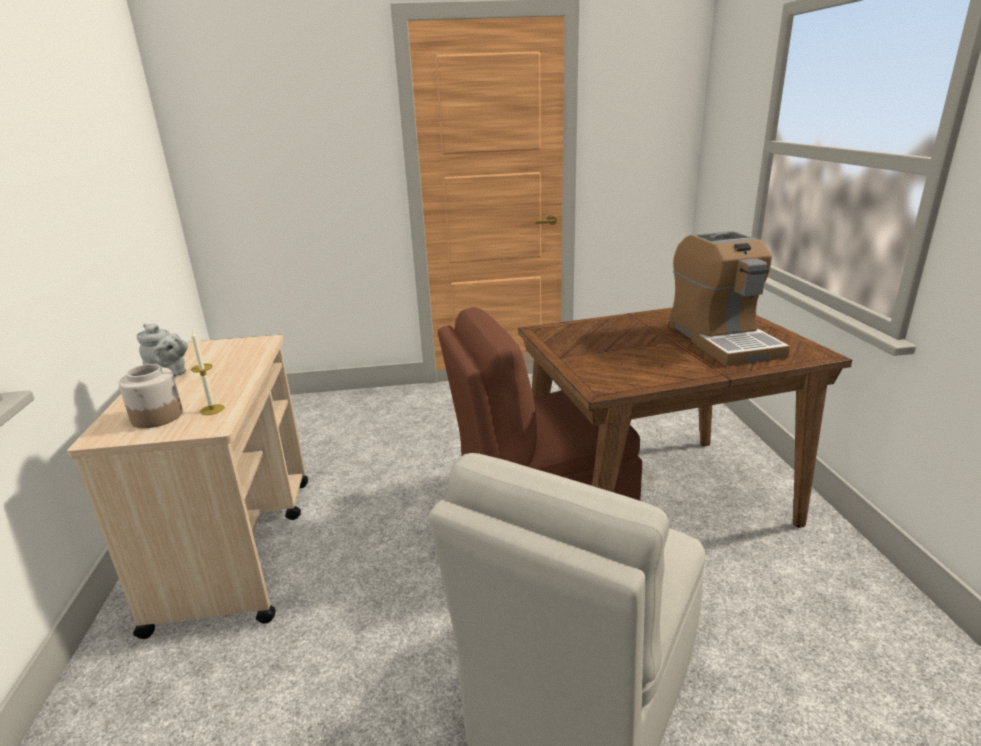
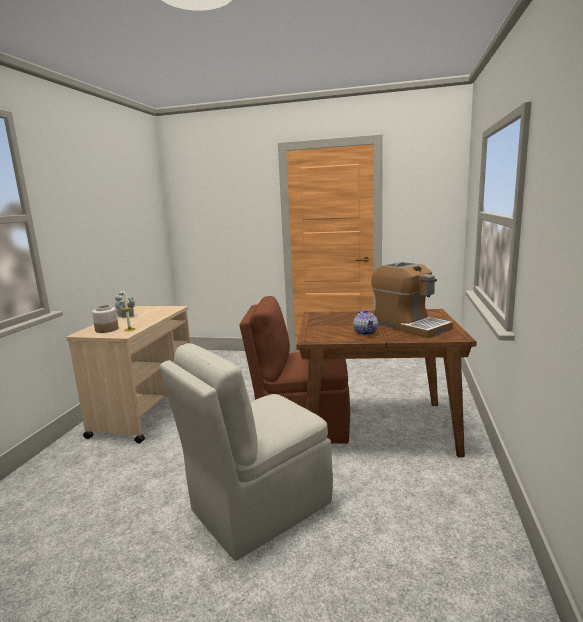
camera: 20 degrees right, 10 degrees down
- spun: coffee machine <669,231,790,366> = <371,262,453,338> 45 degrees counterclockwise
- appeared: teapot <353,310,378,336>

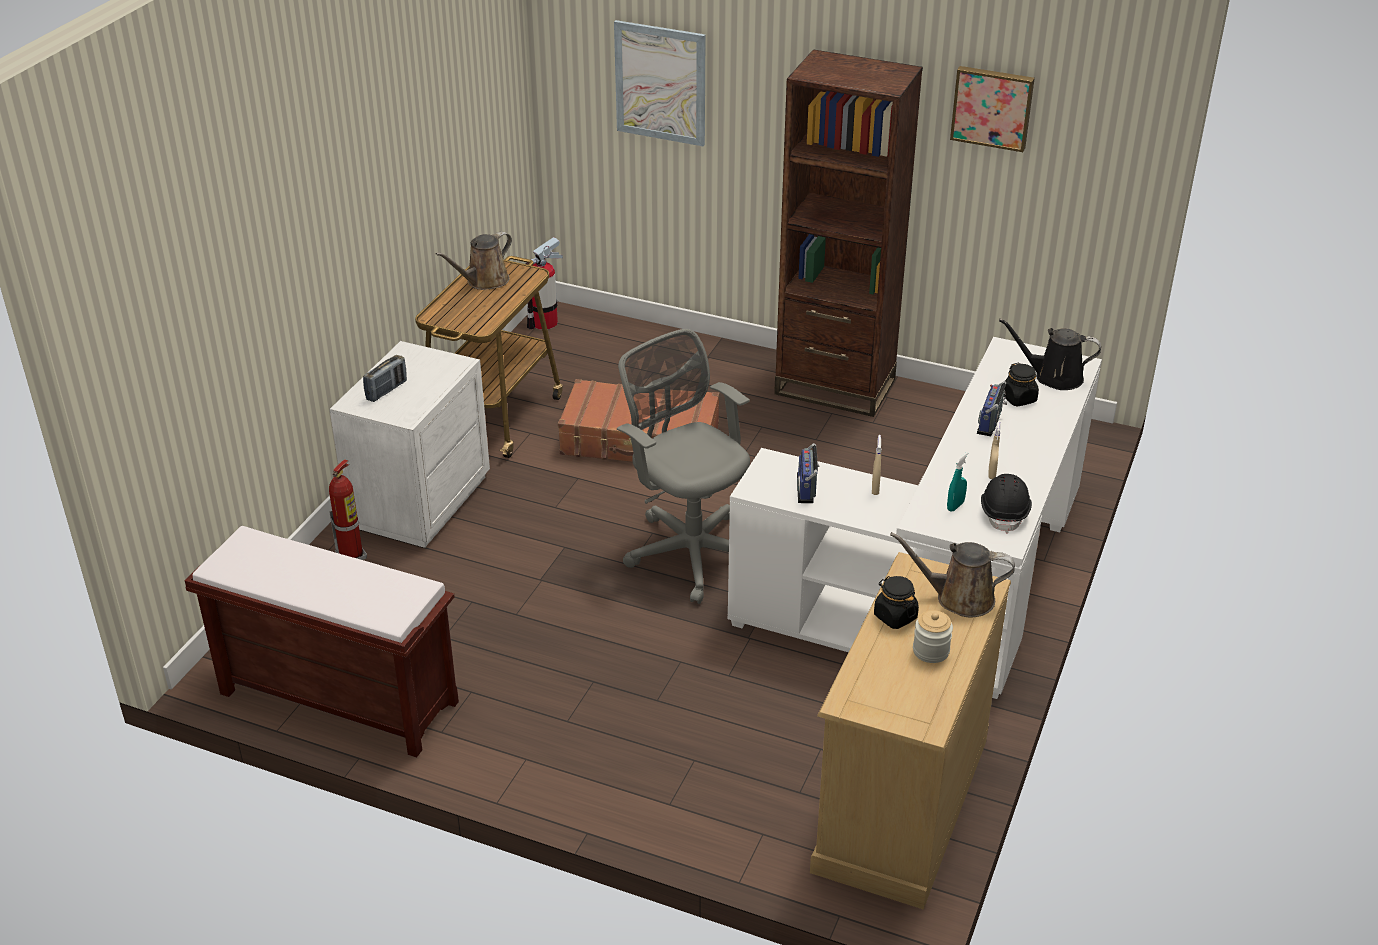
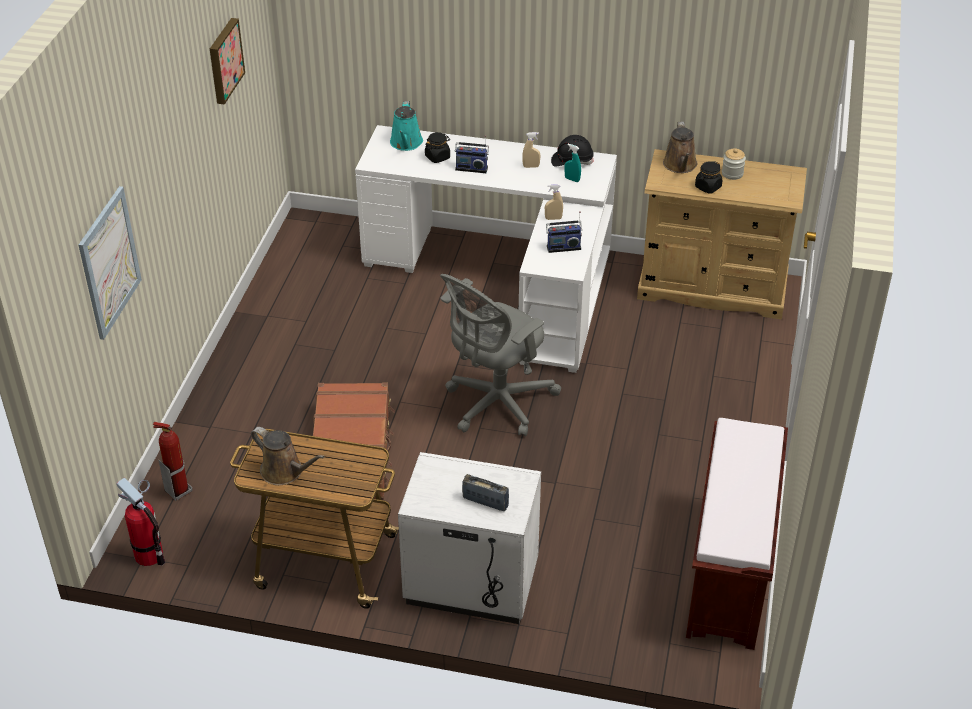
camera: 100 degrees left, 5 degrees up
- missing: bookcase/brown <774,49,923,417>
- colour: watering can/black <999,319,1101,390> to watering can/turquoise <390,101,423,151>
- relocated: fire extinguisher <329,459,367,560> to <153,422,192,501>

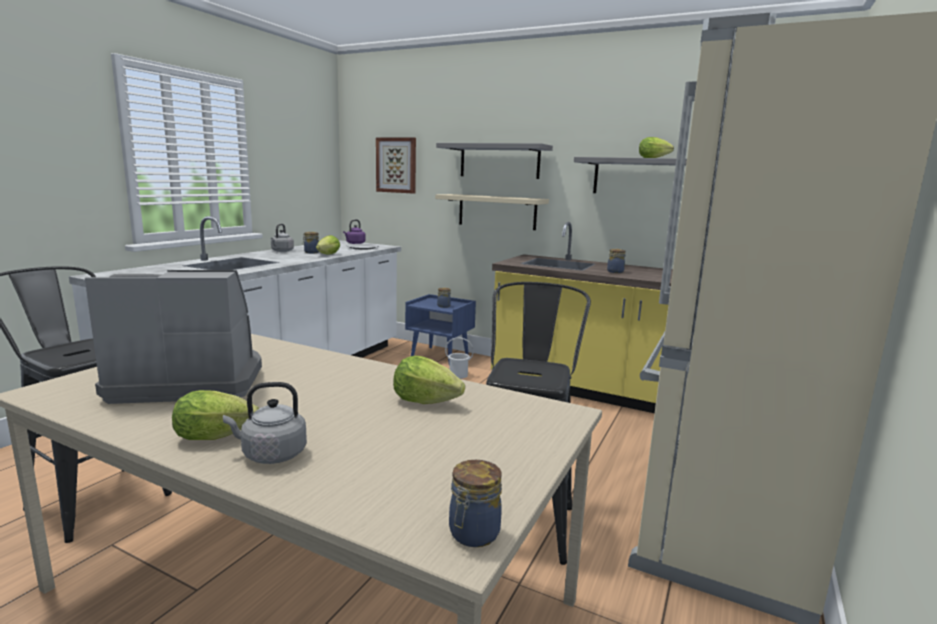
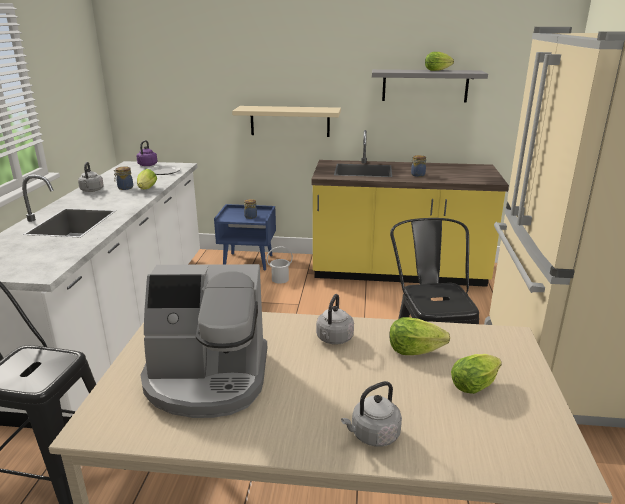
camera: 20 degrees left, 10 degrees up
- missing: picture <376,137,416,194>
- missing: shelf/grey <436,143,553,179>
- spun: coffee machine <85,270,262,404> = <141,264,267,418> 150 degrees counterclockwise
- relocated: lettuce <172,390,259,440> to <451,354,502,394>
- missing: jar <449,460,502,547>
- appeared: kettle/grey <316,294,354,345>

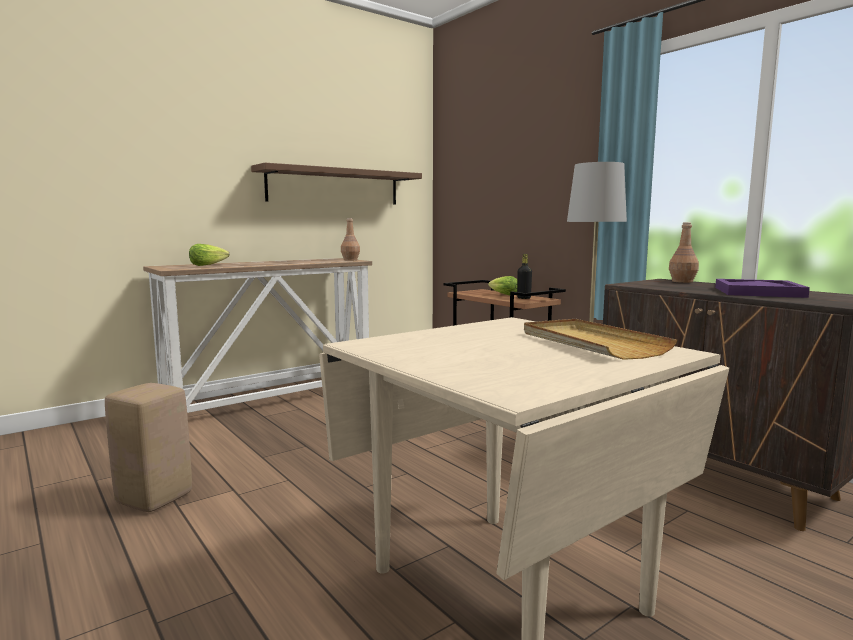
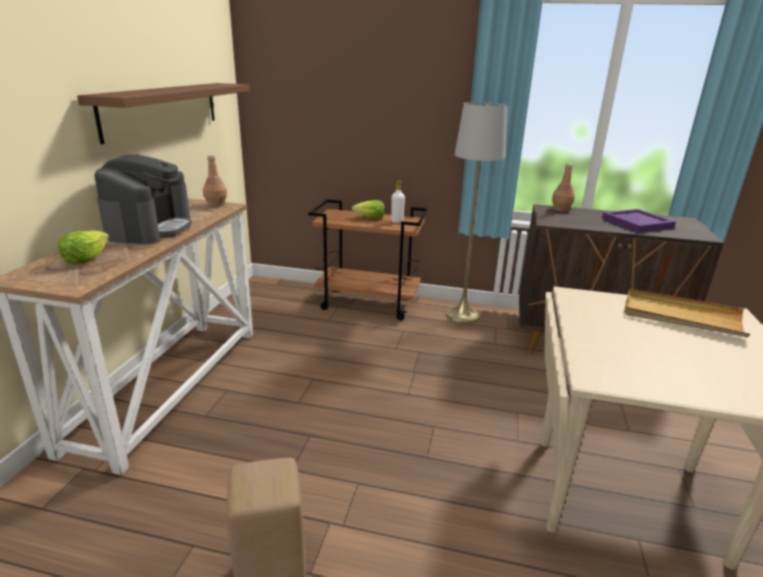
camera: 40 degrees left, 15 degrees up
- colour: bottle/black <517,254,532,299> to bottle/white <391,181,405,223>
- appeared: coffee machine <94,155,192,244>

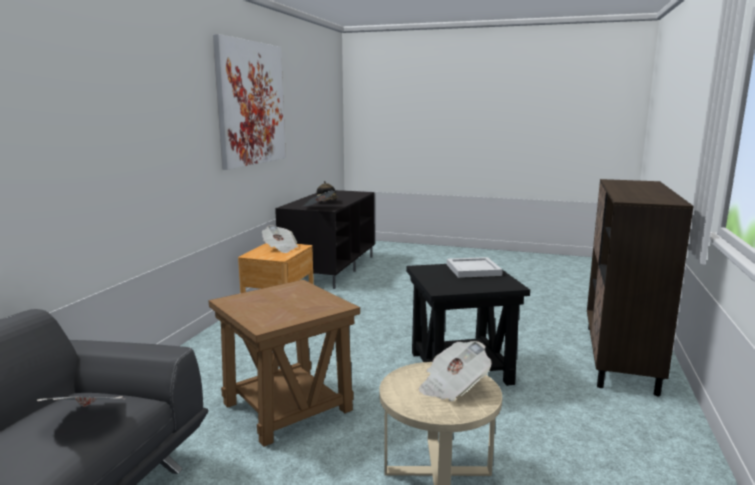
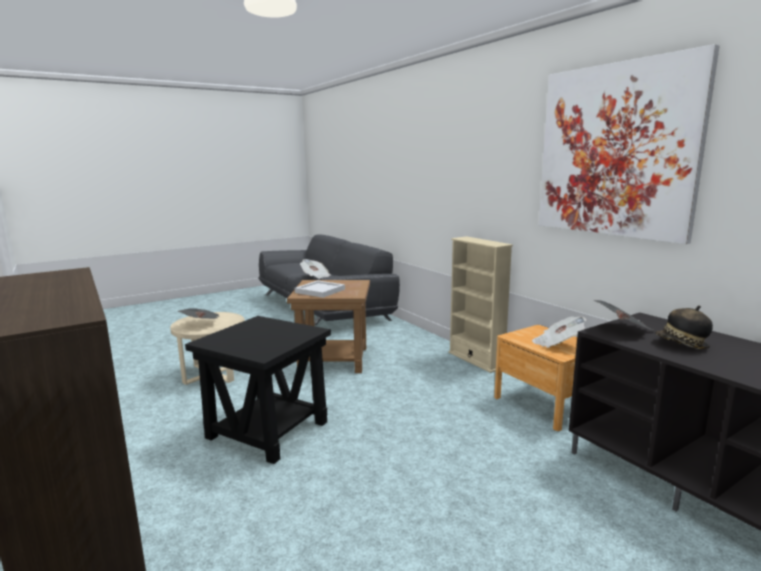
camera: 130 degrees right, 0 degrees up
- relocated: tray/white <447,257,503,278> to <295,280,345,298>
- appeared: bookcase/beige <448,236,513,373>

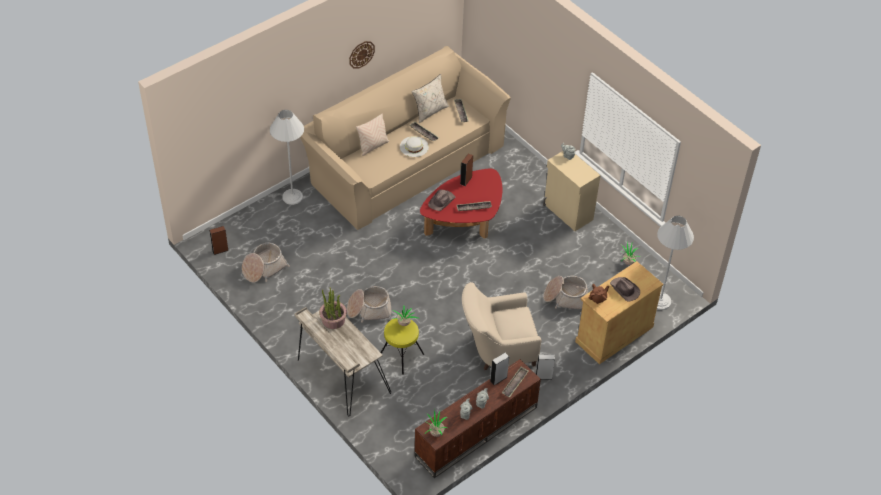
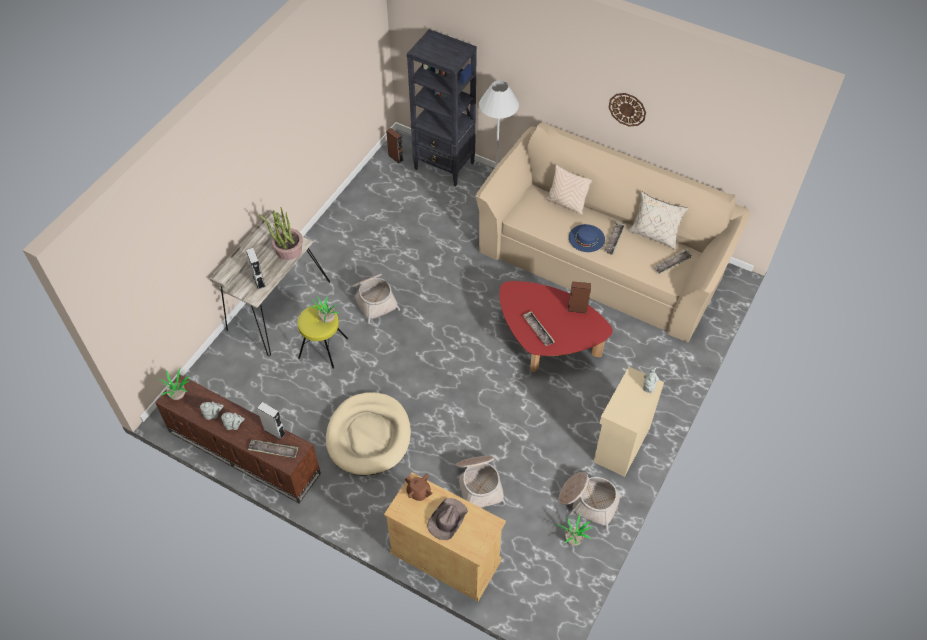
camera: 70 degrees right, 5 degrees up
- colour: hat/white <400,136,429,157> to hat/blue <569,224,605,252>
- missing: hat/brown <428,189,455,211>
- missing: floor lamp/white <657,216,694,310>
- relocated: basket <242,243,290,283> to <559,472,622,530>
- exchanged: armchair/beige <462,282,541,370> to dog bed/beige <326,392,411,476>
- relocated: speaker/grey <536,354,555,380> to <246,248,266,289>
- appeared: bookcase/black <407,29,477,186>

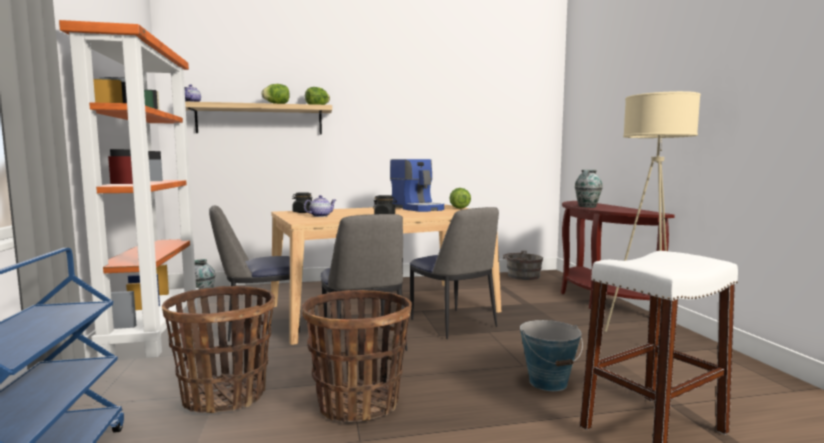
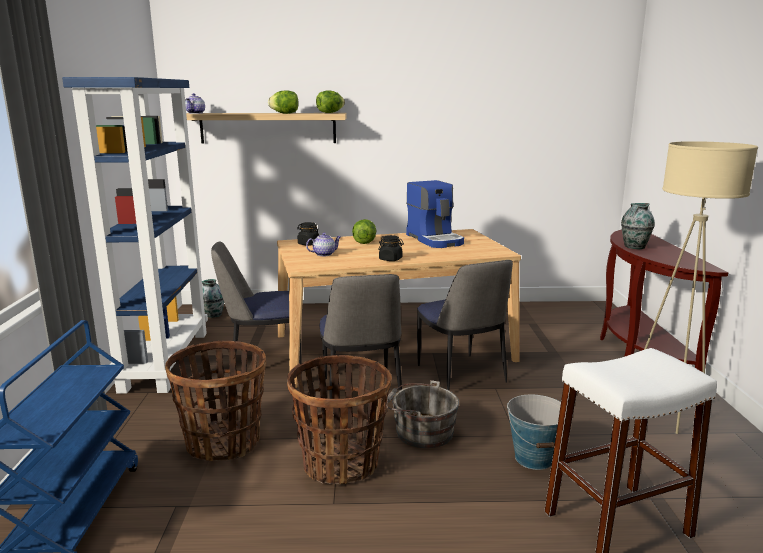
camera: 10 degrees right, 10 degrees up
- colour: bookcase/orange <59,20,199,358> to bookcase/blue <62,77,208,394>
- relocated: lettuce <449,188,471,209> to <352,219,376,244>
- relocated: bucket/grey <503,250,543,280> to <386,380,459,448>

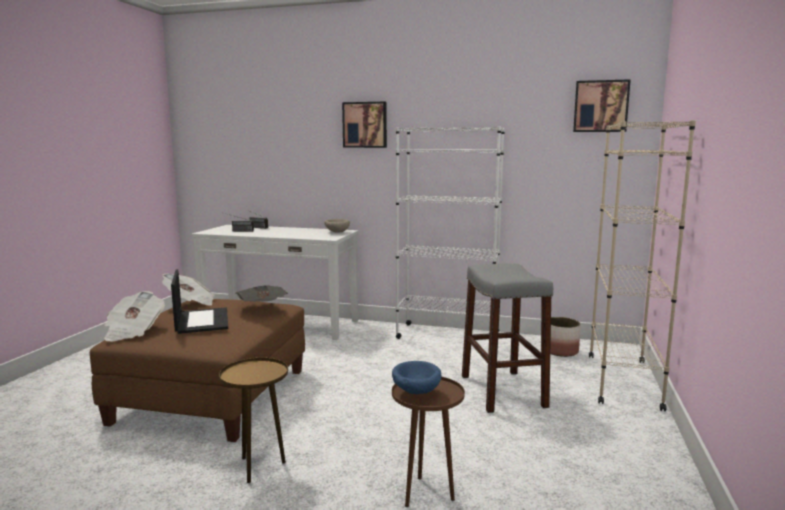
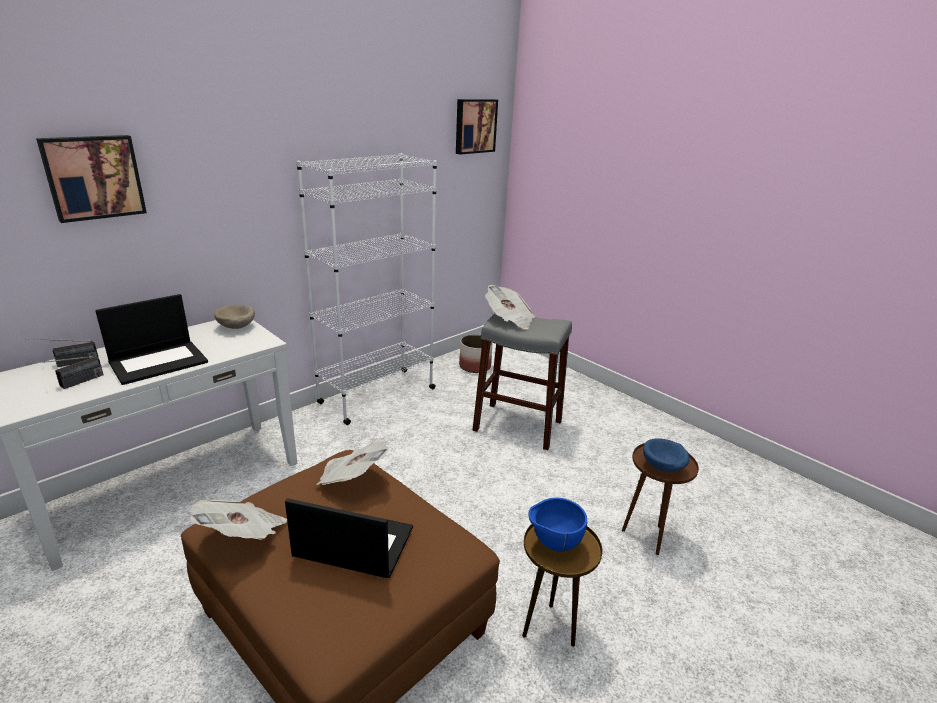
camera: 60 degrees left, 15 degrees up
- relocated: picture <342,102,387,148> to <36,135,147,223>
- missing: bookcase/beige <589,120,696,411>
- relocated: newspaper <104,291,165,341> to <485,285,535,330>
- appeared: laptop <95,294,208,385>
- appeared: bowl/blue <528,498,587,552>

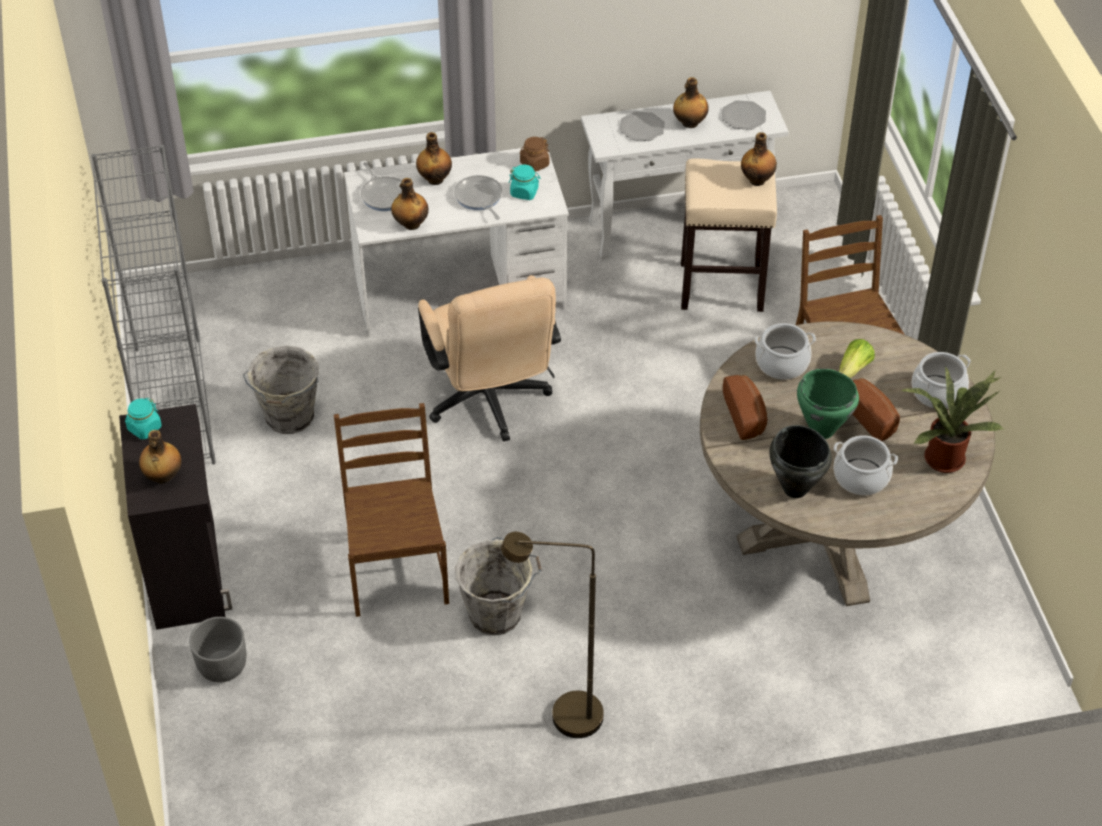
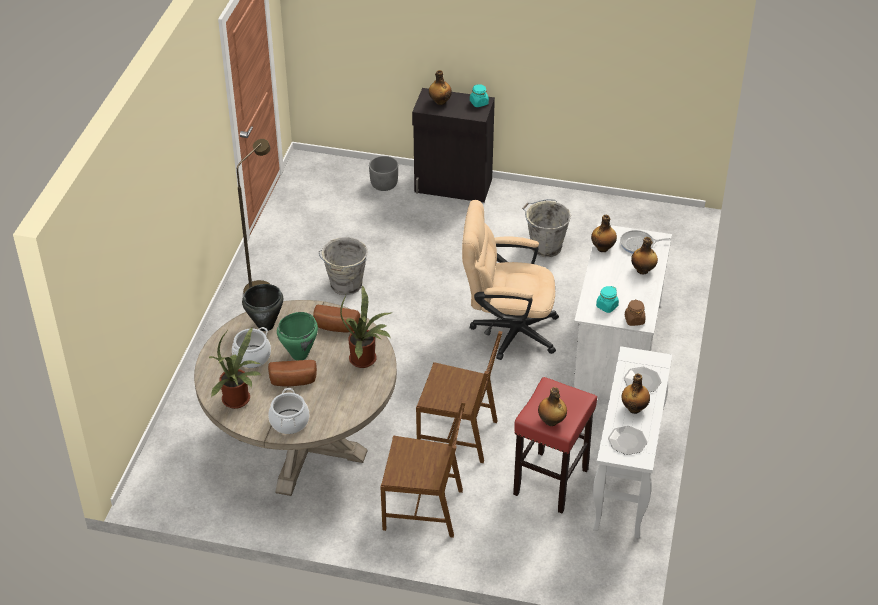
camera: 115 degrees right, 5 degrees down
- missing: bookcase/grey <91,145,216,464>
- colour: stool/beige <681,158,777,312> to stool/red <513,377,597,513>
- missing: frying pan <454,175,502,220>
- exchanged: cooking pot <755,323,816,380> to potted plant <340,285,391,368>
- missing: lettuce <839,339,875,378>
- relocated: chair/brown <334,403,449,617> to <416,331,502,463>

